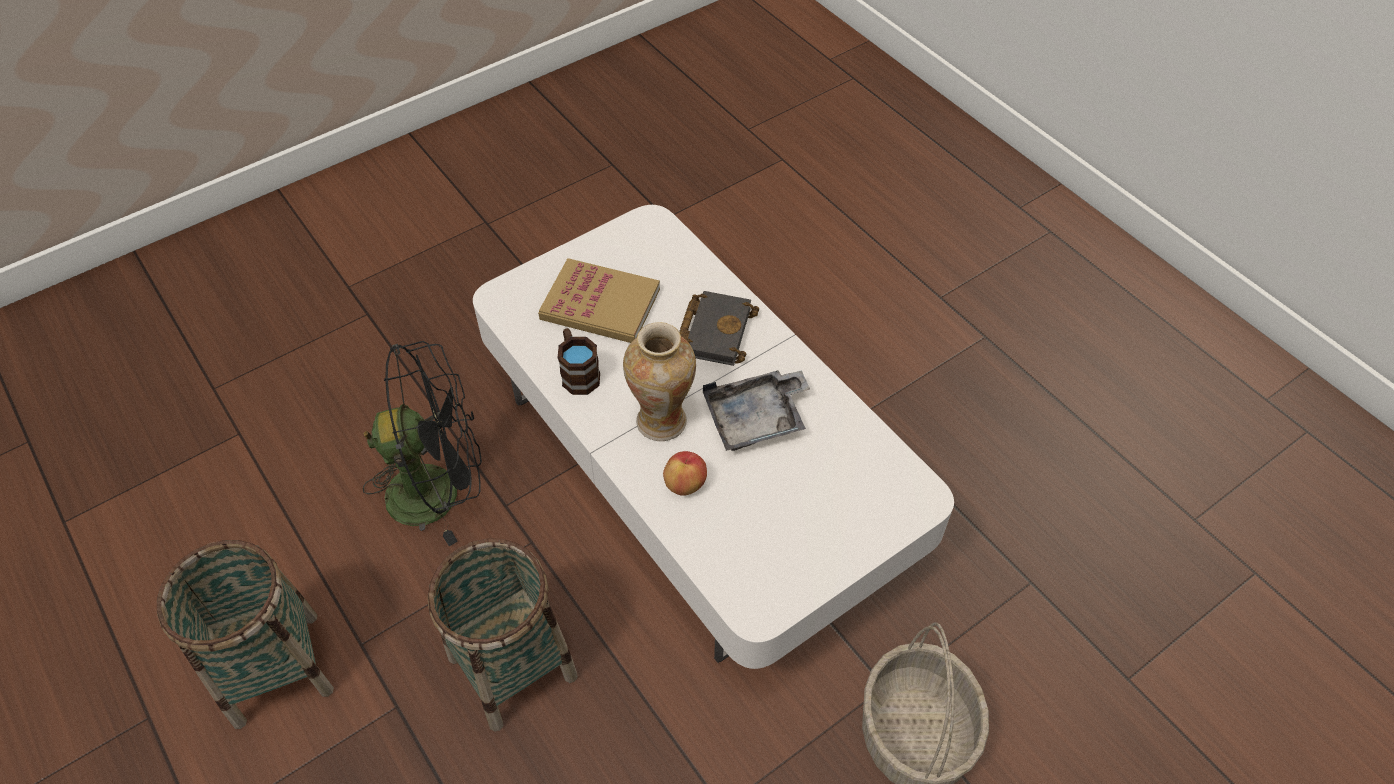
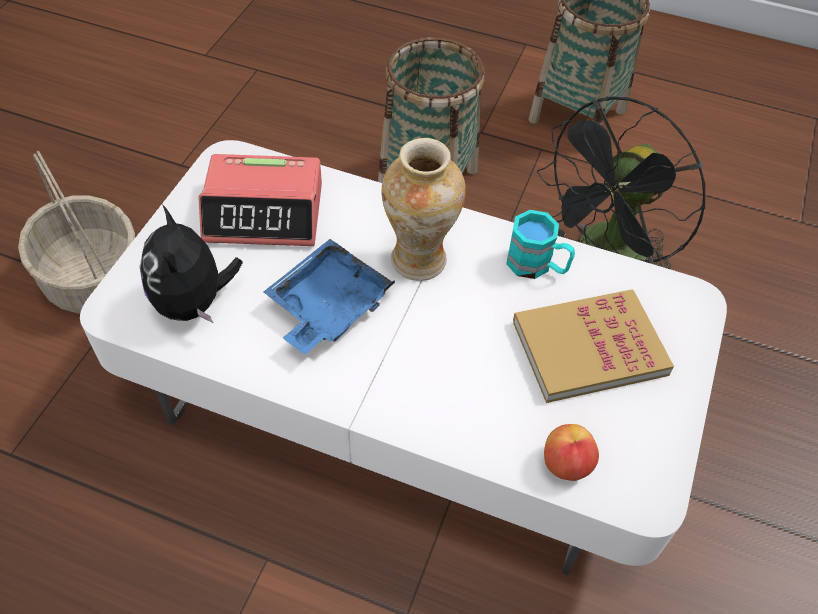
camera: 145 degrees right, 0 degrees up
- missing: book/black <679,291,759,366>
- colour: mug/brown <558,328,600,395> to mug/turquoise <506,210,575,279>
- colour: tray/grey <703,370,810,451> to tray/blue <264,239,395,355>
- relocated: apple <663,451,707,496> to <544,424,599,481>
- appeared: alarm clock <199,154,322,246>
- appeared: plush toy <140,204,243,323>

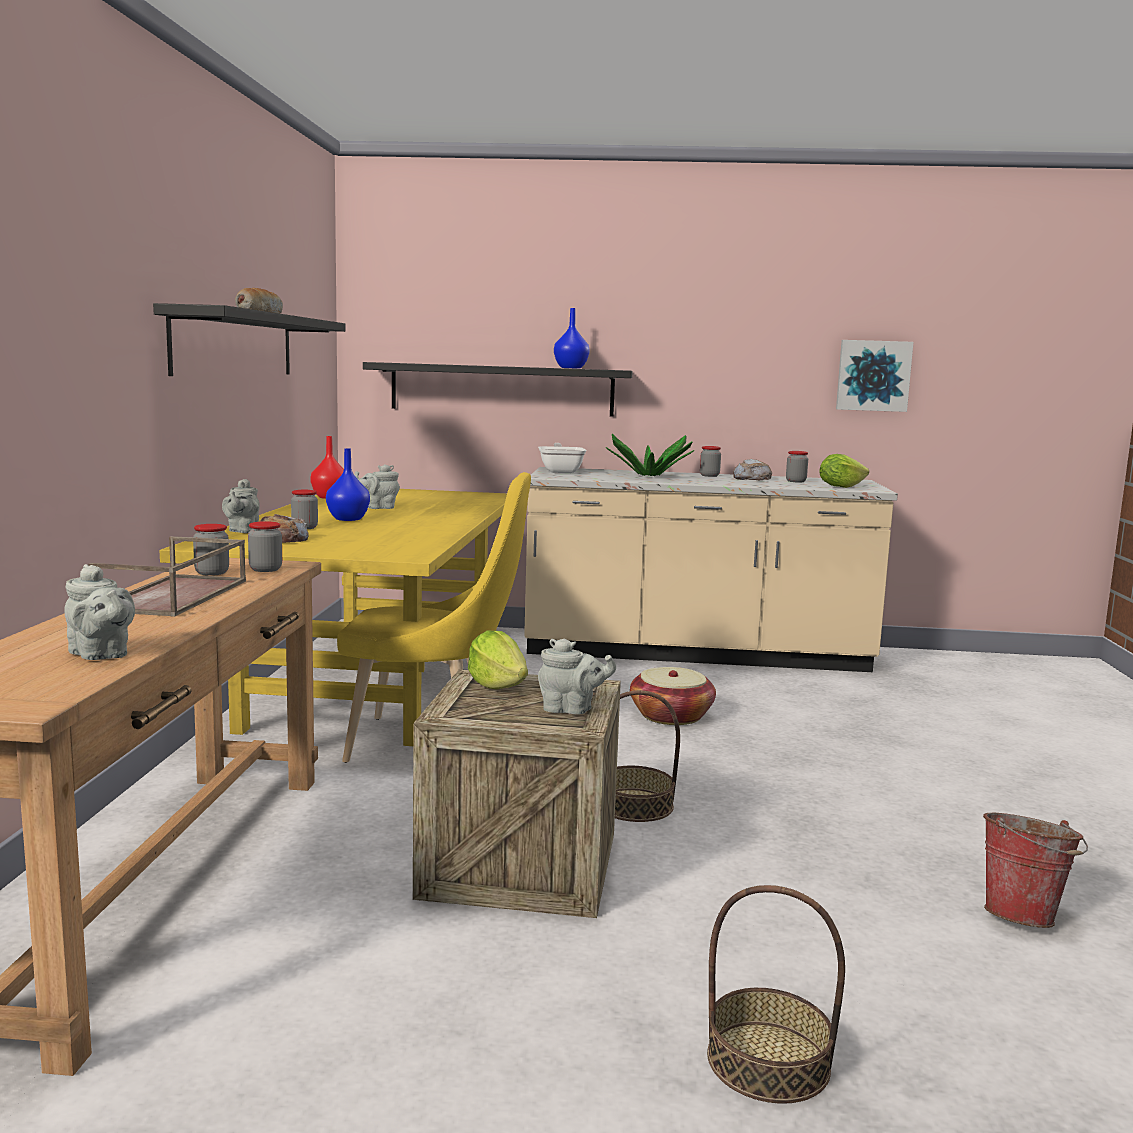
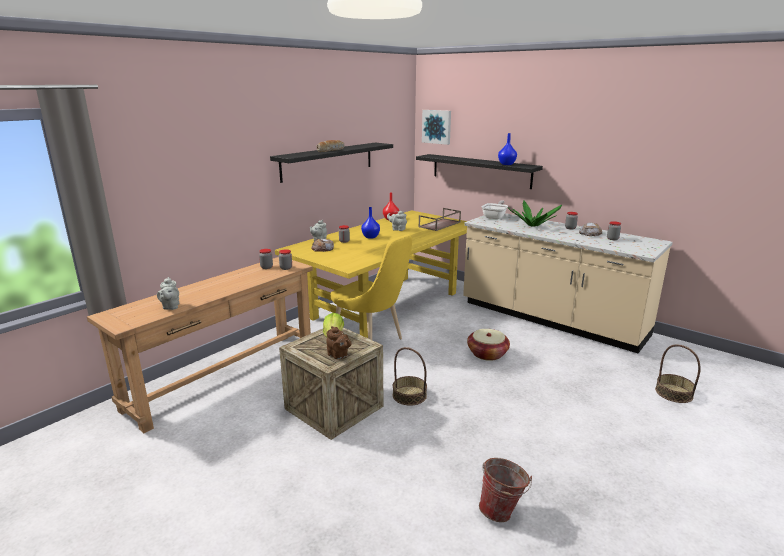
camera: 35 degrees right, 10 degrees up
- relocated: picture <836,340,914,412> to <422,110,451,145>
- missing: lettuce <820,454,869,488>
- relocated: tray/brown <88,536,246,617> to <418,208,461,231>
- colour: teapot/grey <538,639,616,714> to teapot/brown <326,326,351,359>
- relocated: basket <707,885,845,1104> to <655,344,701,403>

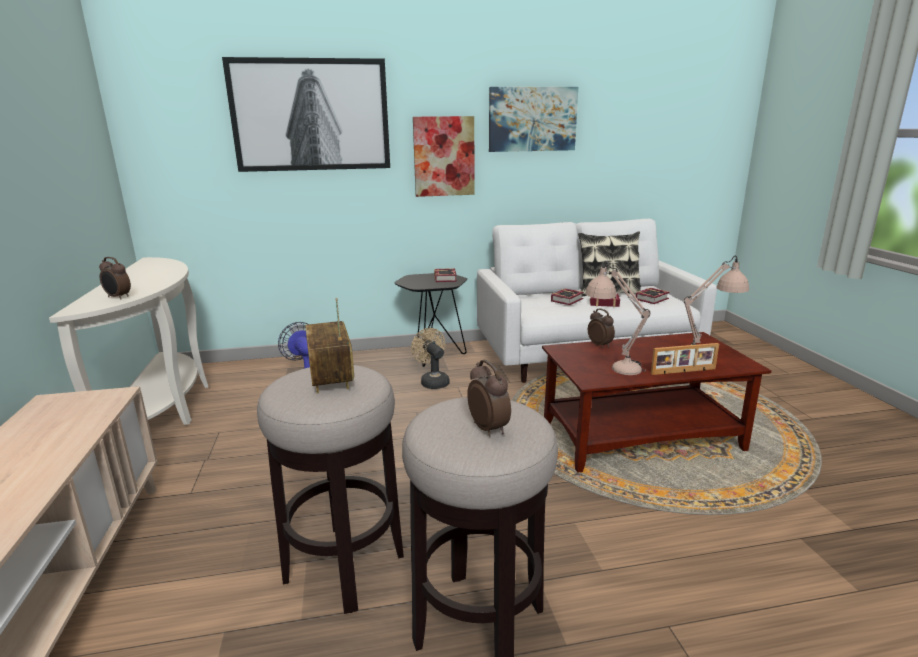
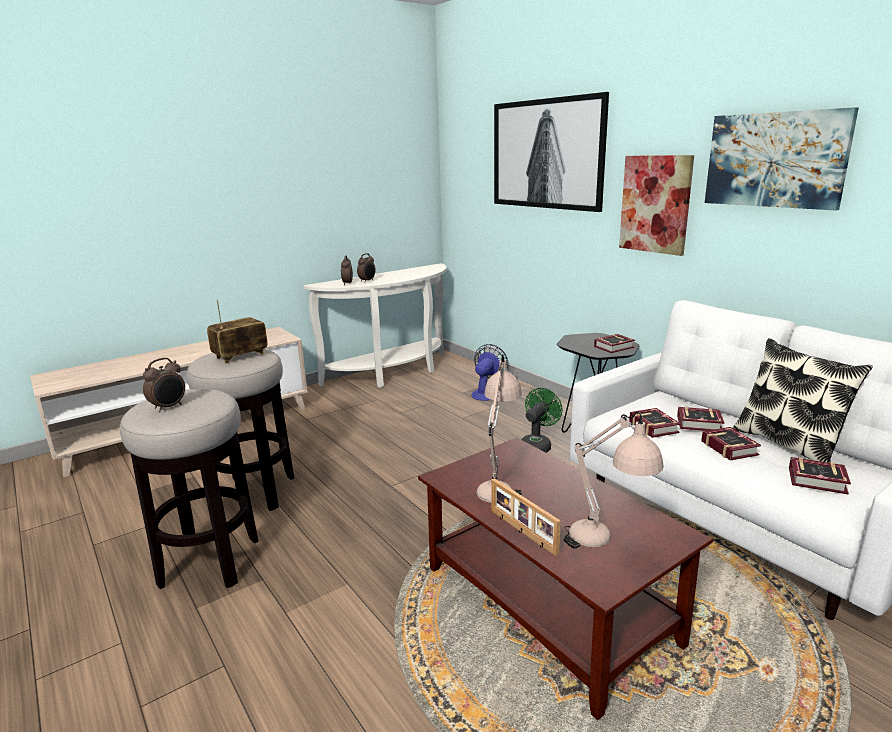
camera: 65 degrees right, 0 degrees up
- relocated: alarm clock <588,308,615,348> to <357,253,376,282>
- colour: fan/beige <411,328,450,389> to fan/green <521,388,563,453>
- appeared: book <629,408,681,438>

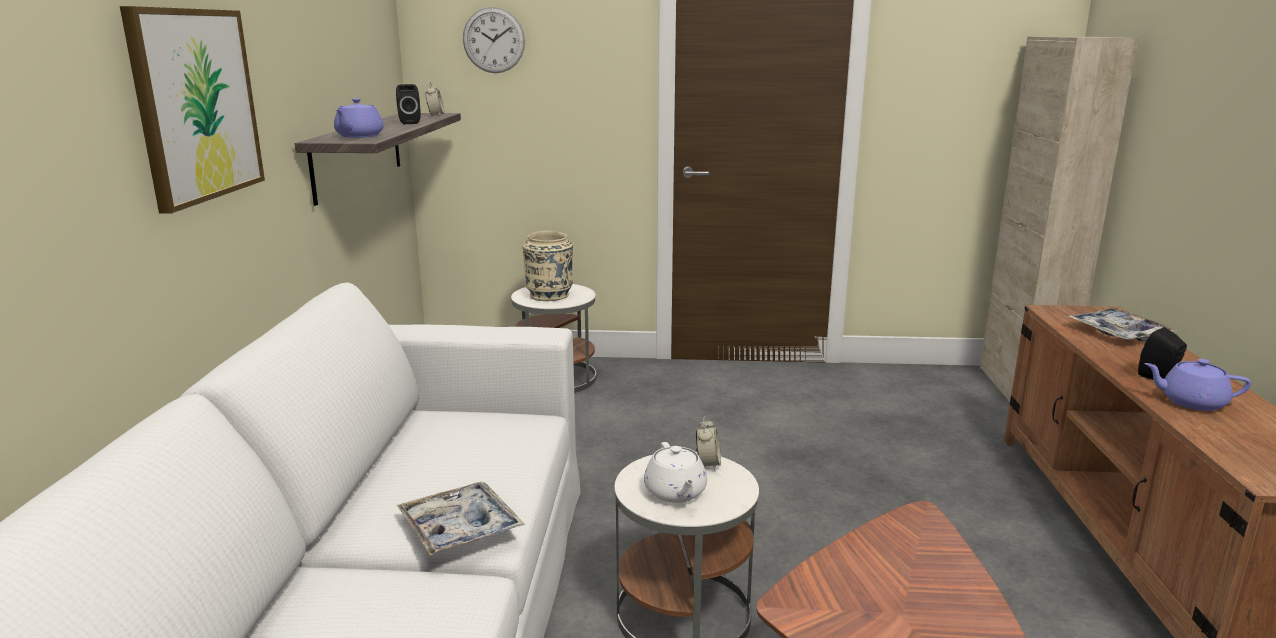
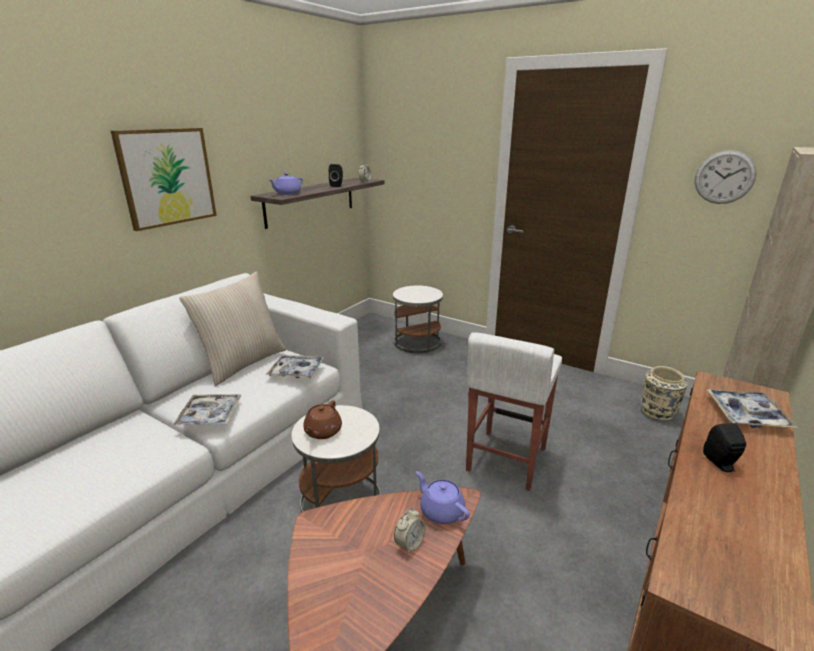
camera: 30 degrees right, 5 degrees up
- relocated: wall clock <463,7,525,73> to <695,150,757,204>
- relocated: vase/beige <522,231,573,301> to <640,366,687,420>
- relocated: teapot/purple <1144,359,1251,411> to <416,471,470,524>
- relocated: alarm clock <696,416,721,471> to <394,508,426,554>
- colour: teapot/white <644,442,707,503> to teapot/brown <303,401,342,439>
- appeared: pillow/beige <179,271,286,386>
- appeared: stool/white <466,332,562,491>
- appeared: tray <265,355,325,378>

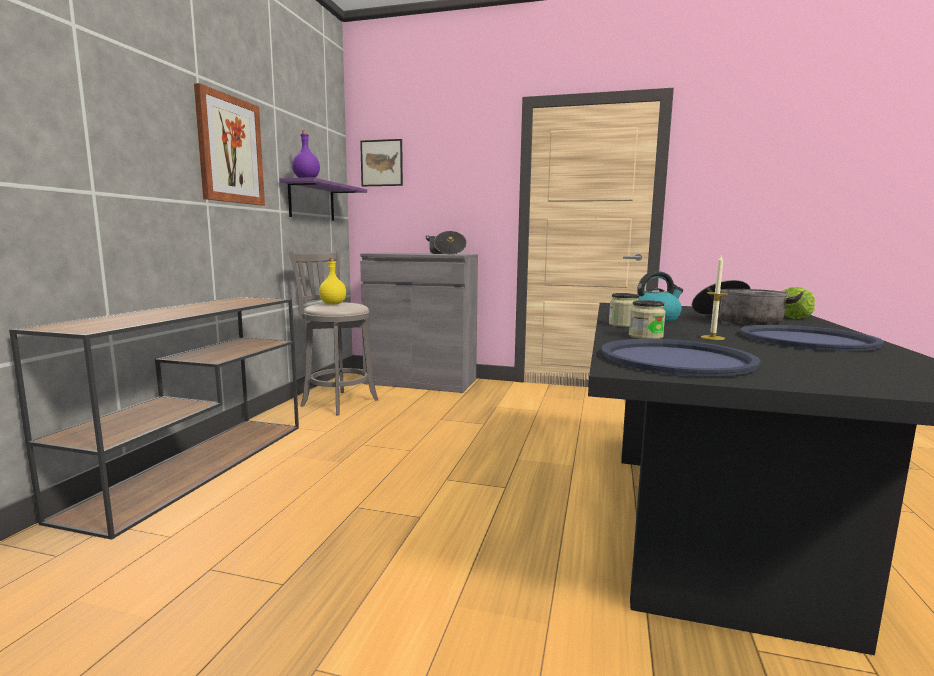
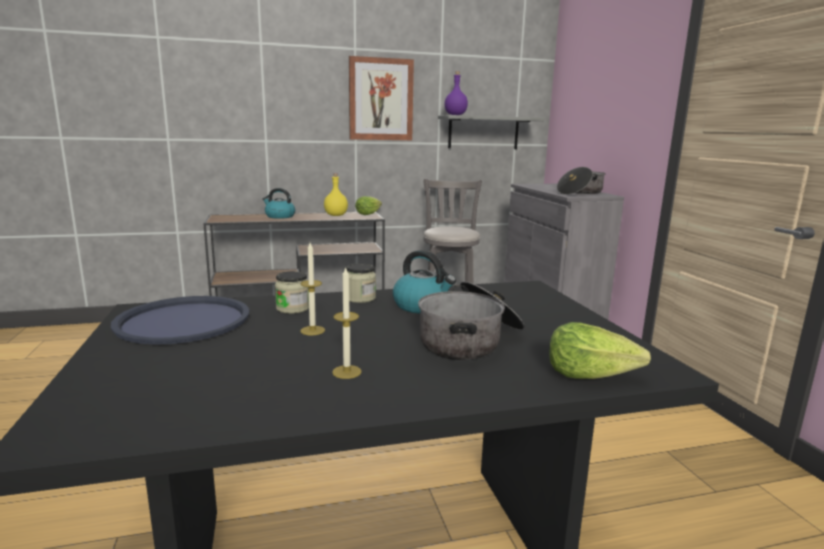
camera: 60 degrees right, 5 degrees up
- missing: picture <360,139,403,186>
- colour: shelf/purple <279,177,367,221> to shelf/grey <438,115,544,149>
- relocated: bottle/yellow <319,258,346,305> to <324,173,348,216>
- exchanged: tray/blue <740,325,884,351> to candle <332,266,362,379>
- appeared: kettle <262,188,295,219>
- appeared: lettuce <355,196,382,215>

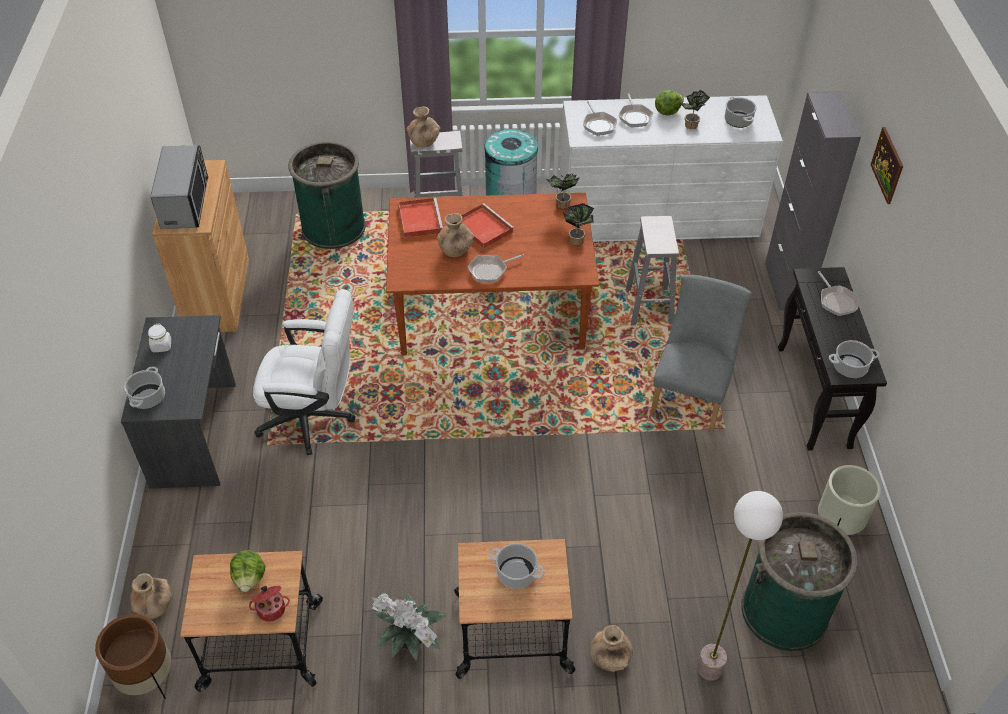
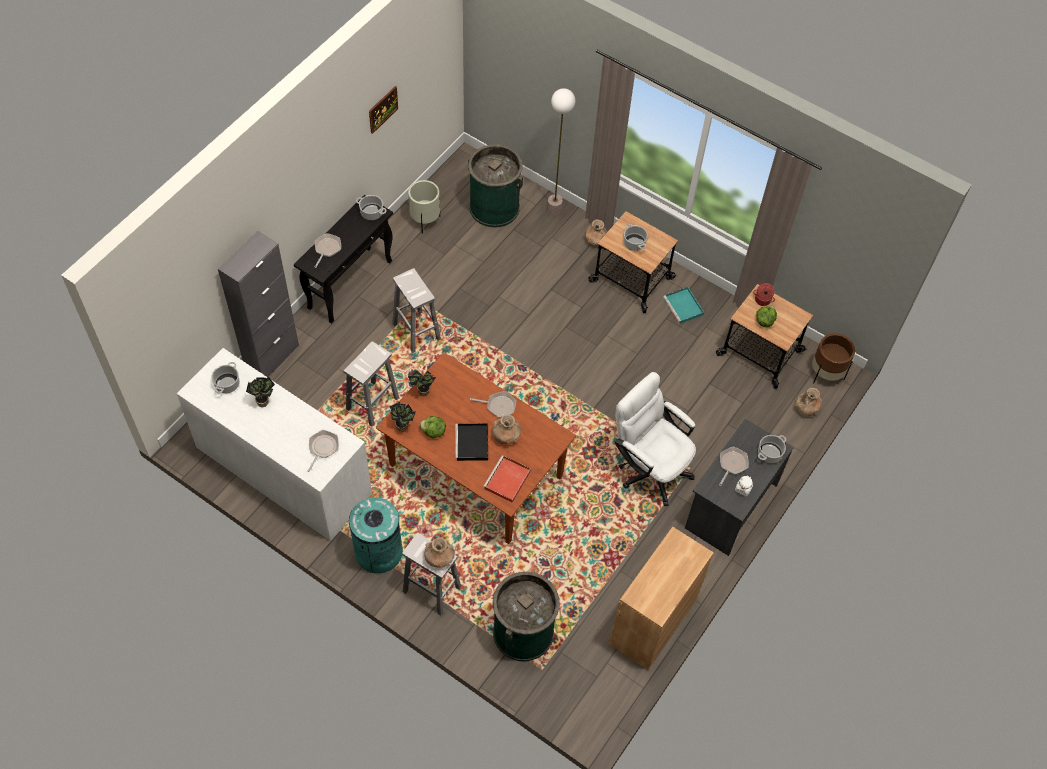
camera: 145 degrees left, 10 degrees up
- relocated: lettuce <655,90,684,115> to <419,416,446,439>
- relocated: frying pan <618,93,653,127> to <719,447,749,486>
- relocated: picture <870,127,903,204> to <369,86,398,134>
- missing: microwave <150,145,208,229>
- colour: tray/red <461,203,514,249> to tray/black <455,423,488,461>
- exchanged: chair/grey <650,275,752,434> to stool/white <392,268,441,353>
- exchanged: potted plant <371,593,448,660> to tray/turquoise <663,287,704,324>

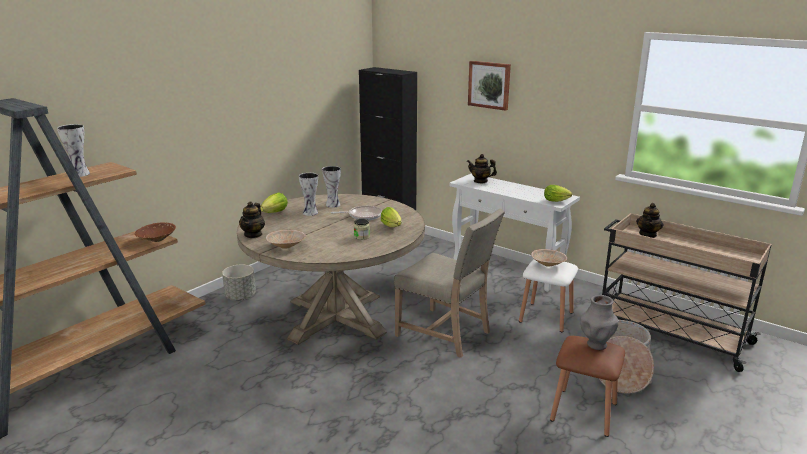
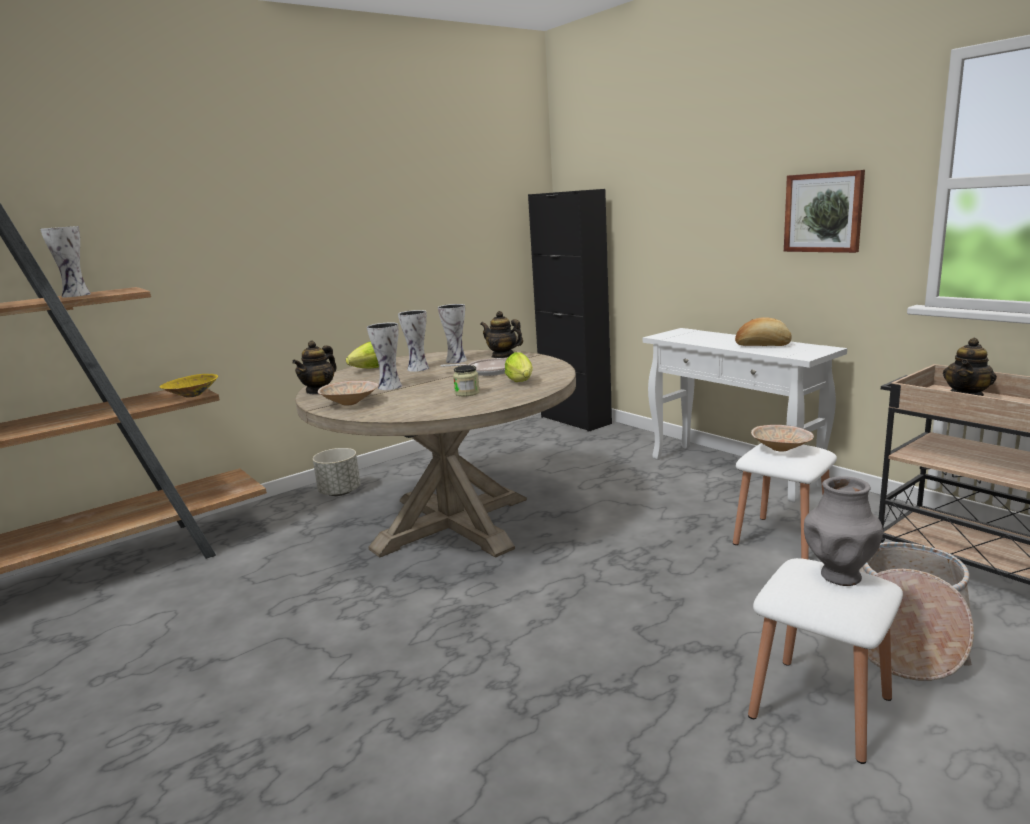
camera: 15 degrees right, 5 degrees down
- relocated: picture <468,61,511,111> to <784,170,865,253>
- relocated: teapot <467,154,497,183> to <480,311,523,358>
- missing: lettuce <544,185,572,202>
- missing: chair/beige <394,209,505,358>
- colour: bowl/brown <135,223,176,242> to bowl/yellow <160,374,218,397>
- colour: stool/brown <550,336,625,437> to stool/white <748,558,903,764>
- appeared: bread <735,317,792,346>
- appeared: vase <367,322,402,390>

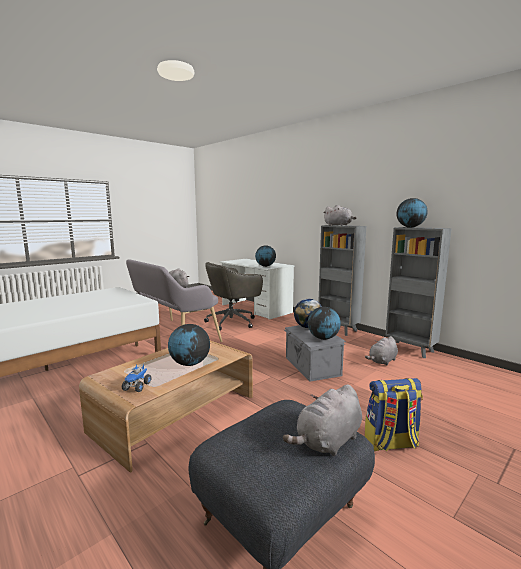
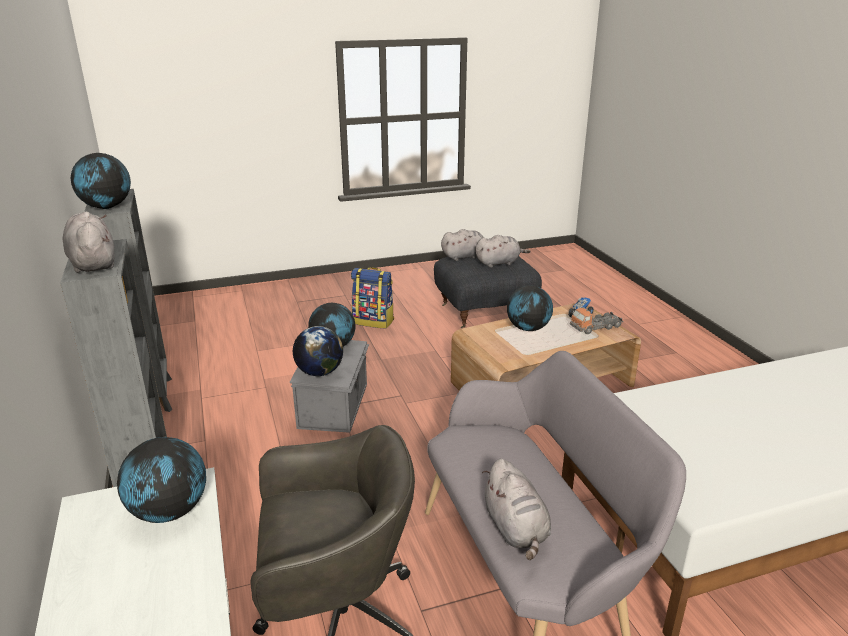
camera: 155 degrees left, 15 degrees up
- relocated: plush toy/grey <365,336,398,366> to <475,235,531,268>
- appeared: toy truck <570,307,623,334>

